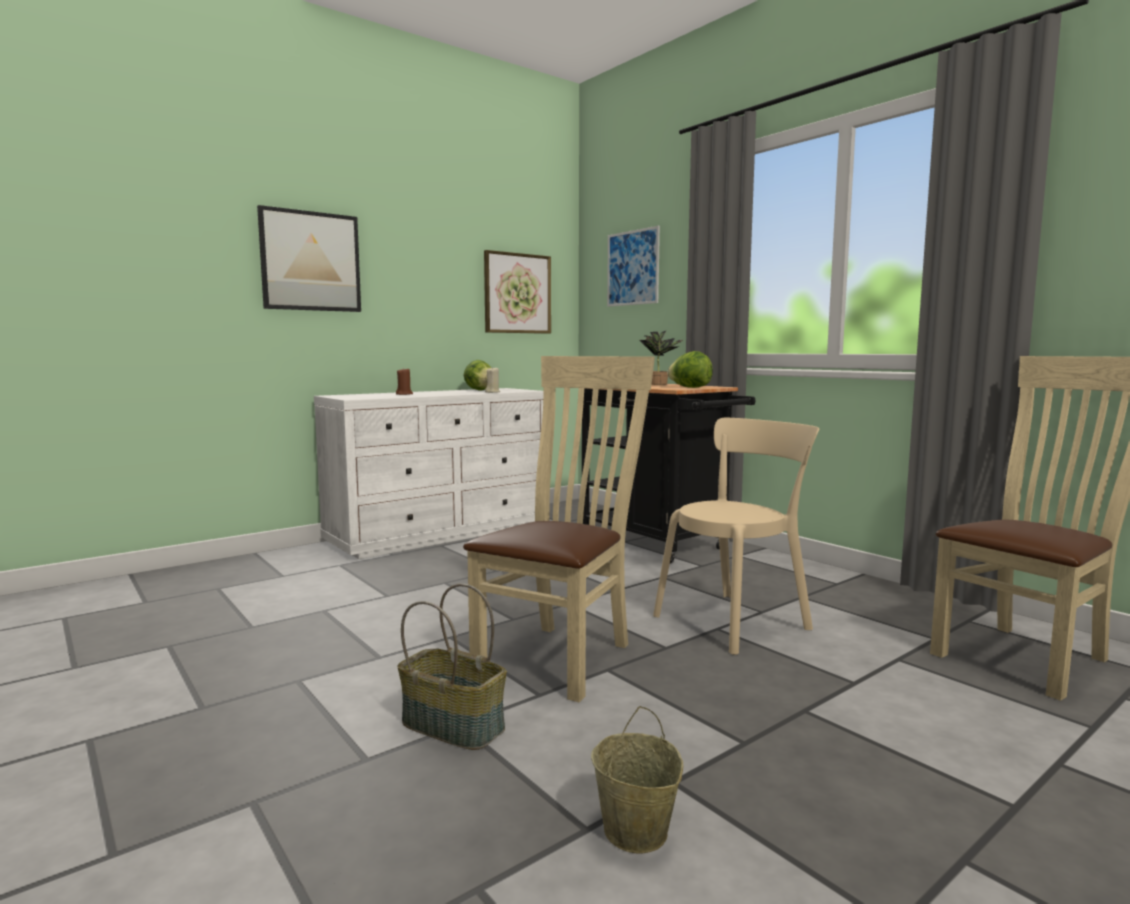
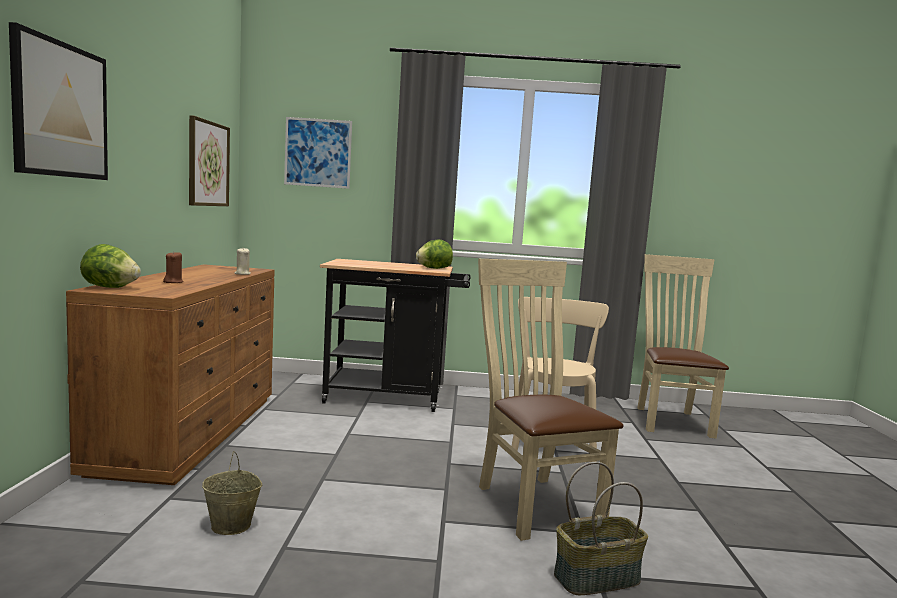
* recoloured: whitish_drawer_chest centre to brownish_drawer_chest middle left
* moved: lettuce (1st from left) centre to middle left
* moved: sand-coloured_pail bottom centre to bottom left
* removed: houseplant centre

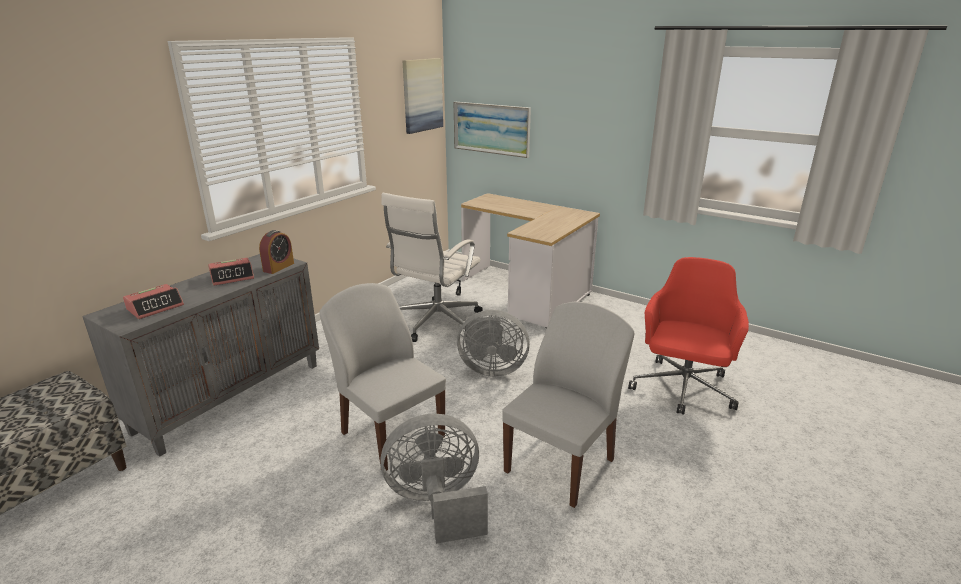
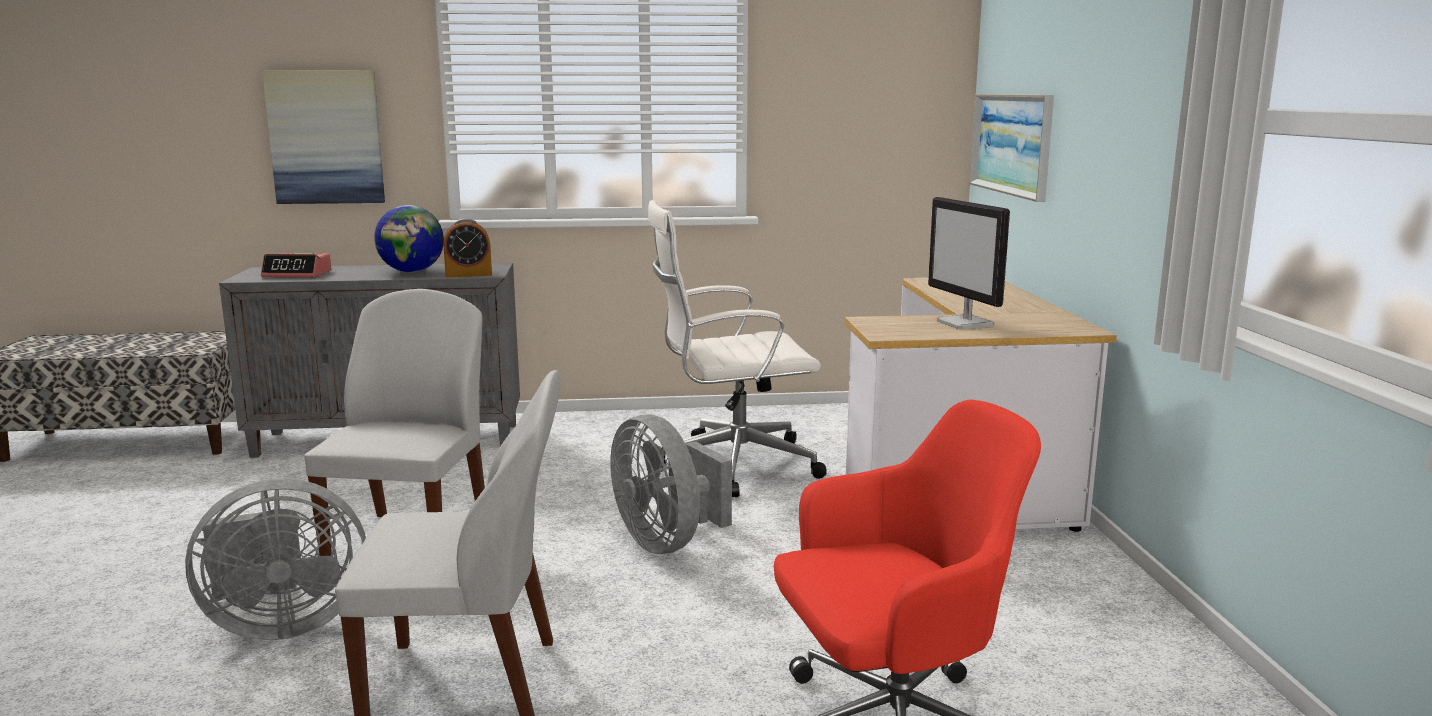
* replaced: bedside_clock (2nd from left) middle left to world_globe top left
* turned: greyish_electric_fan (1st from left) bottom centre = bottom left 120 degrees clockwise
* moved: wall_picture (1st from left) top centre to top left
* added: monitor middle right

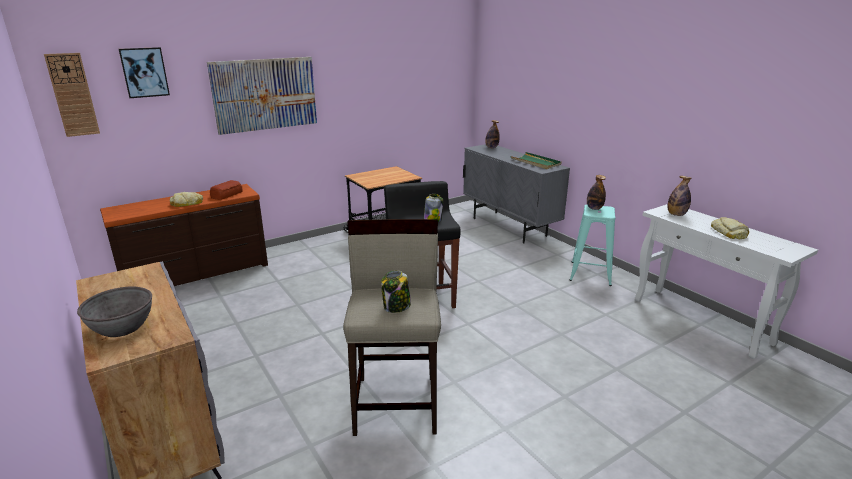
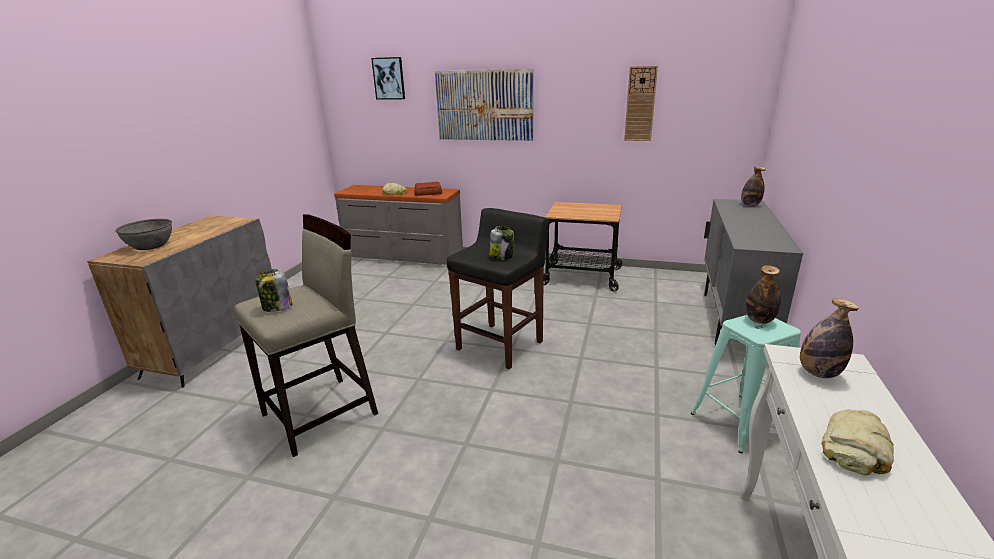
* moved: hanging_clock top left to top centre
* recoloured: brownish_drawer_chest middle left to greyish_drawer_chest centre
* removed: greenish_tray centre

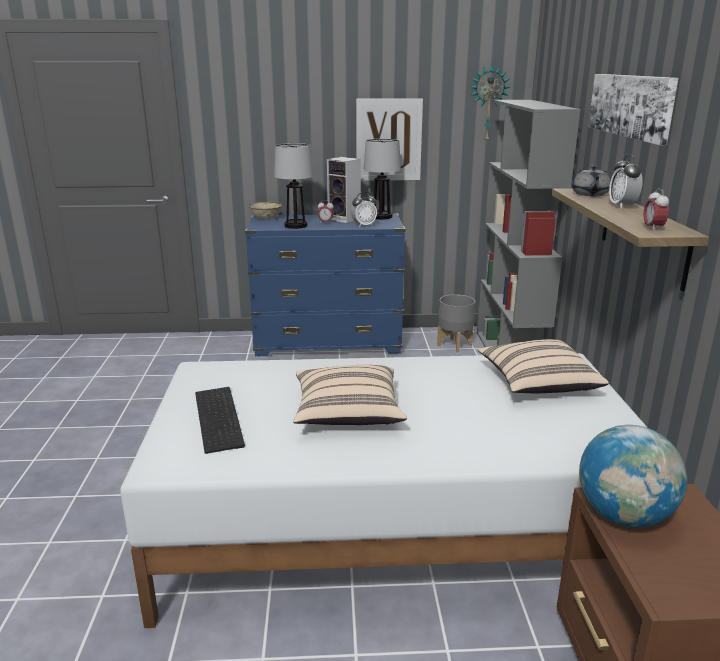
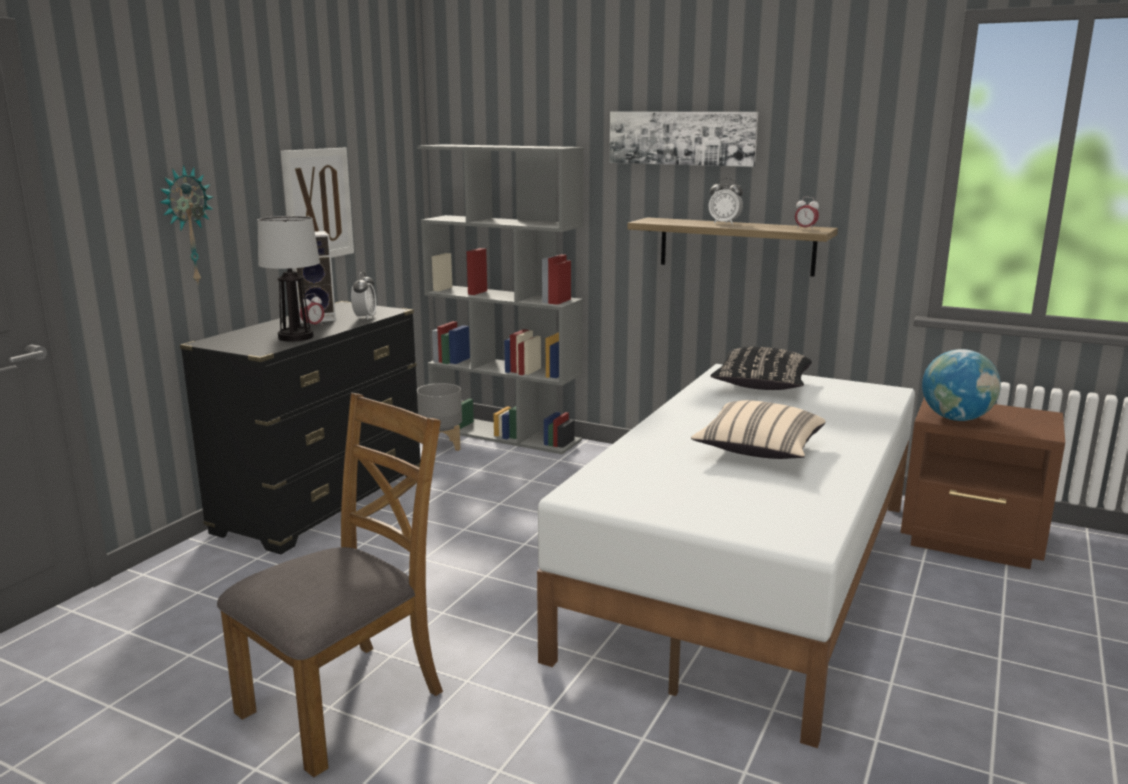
* removed: keyboard middle left
* recoloured: blue-coloured_drawer_chest centre to black_drawer_chest middle left
* removed: deep_dish top centre
* removed: lamp_for_a_table (2nd from left) top centre
* moved: hanging_clock top right to top left
* recoloured: sand-coloured_throw_pillow (2nd from left) middle right to black_throw_pillow middle right
* removed: greyish_pot_for_tea top right
* added: brownish_chair bottom left

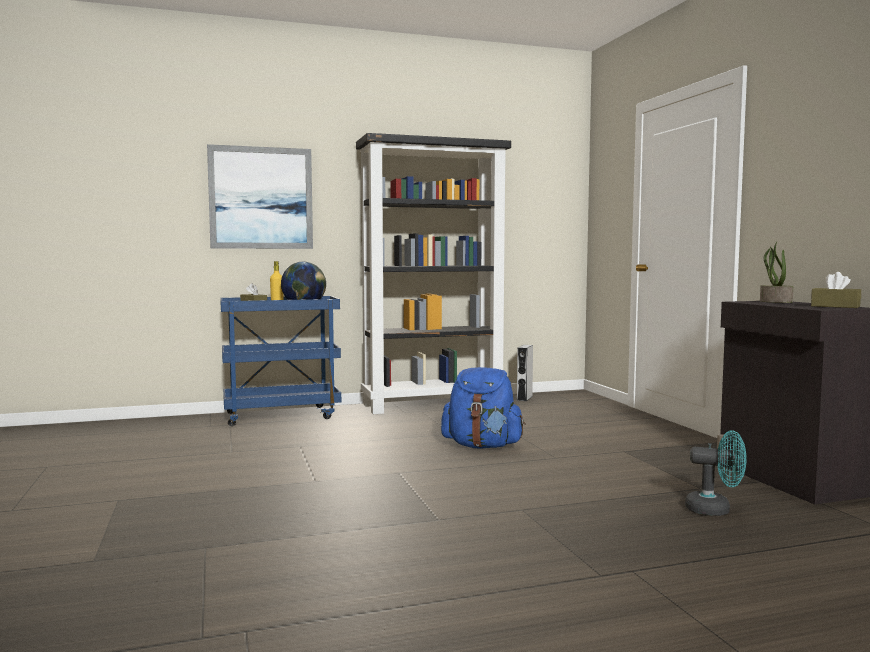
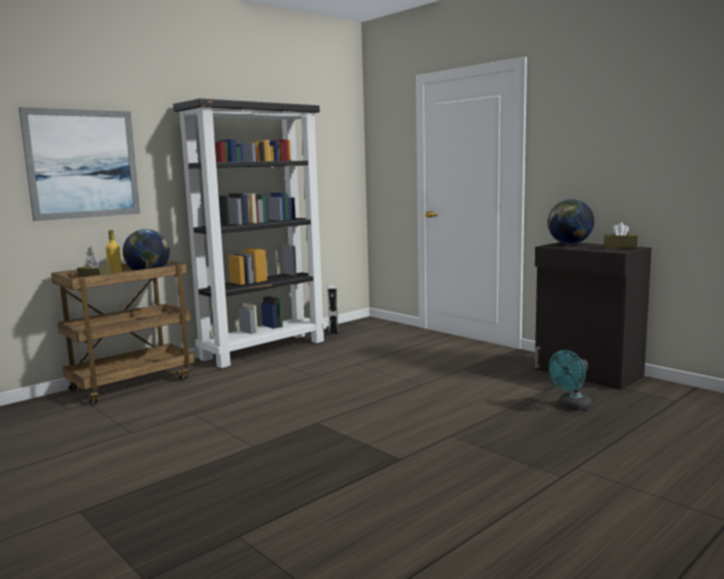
* recoloured: blue-coloured_trolley middle left to brownish_trolley middle left
* removed: blue-coloured_knapsack centre
* turned: blue-green_electric_fan bottom right = middle right 150 degrees clockwise
* replaced: houseplant middle right to world_globe (2nd from left) middle right

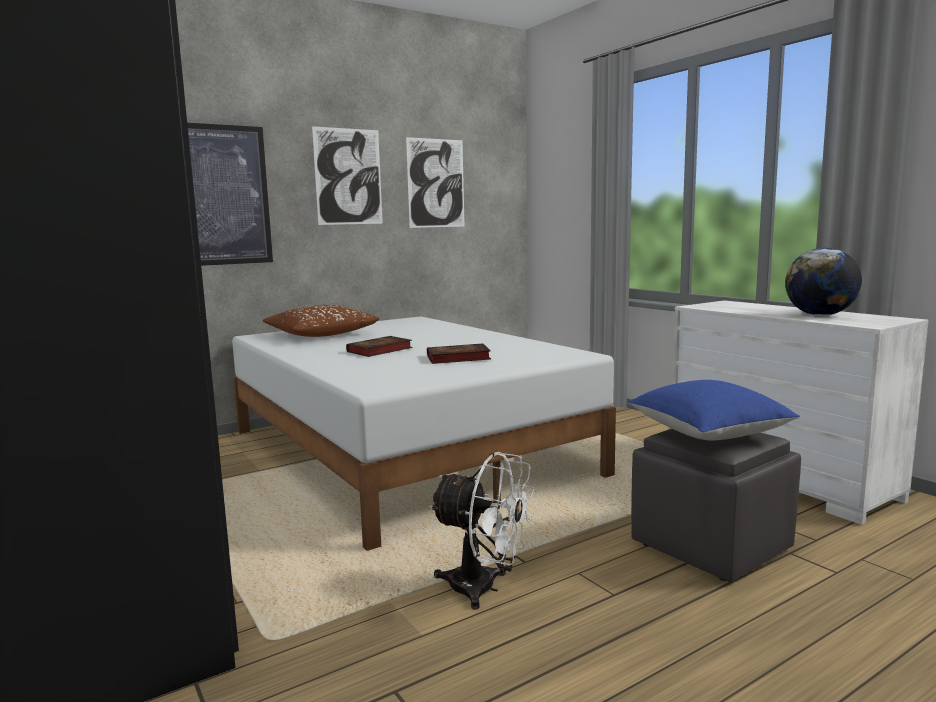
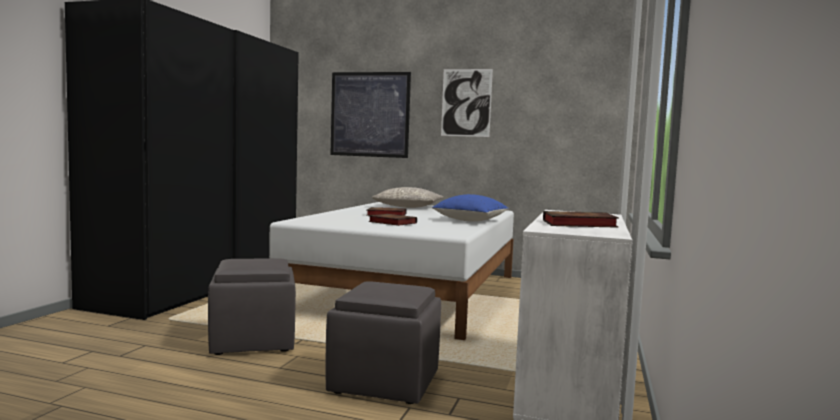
* recoloured: brownish_throw_pillow centre to greyish_throw_pillow centre
* removed: wall_picture (3rd from left) top centre
* replaced: whitish_electric_fan bottom centre to greyish_ottoman (1st from left) bottom left
* moved: blue-coloured_throw_pillow middle right to centre
* replaced: world_globe middle right to volume (3rd from left) middle right

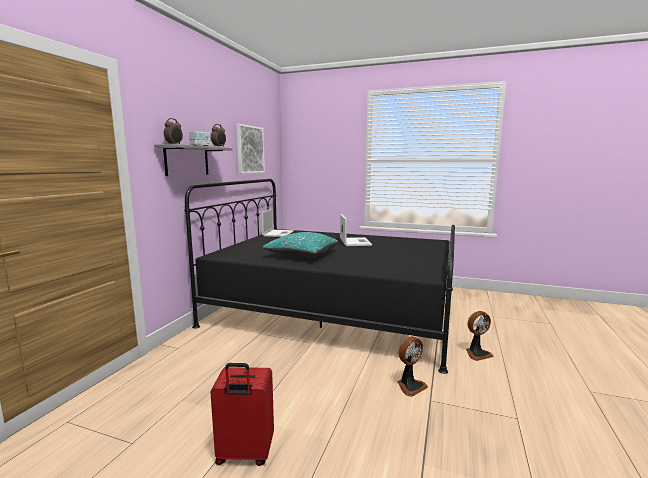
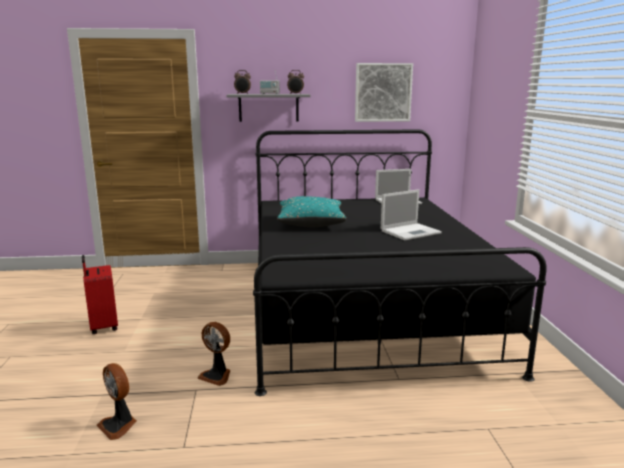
* moved: electric_fan (2nd from left in the first image) bottom right to electric_fan (1st from left) bottom left

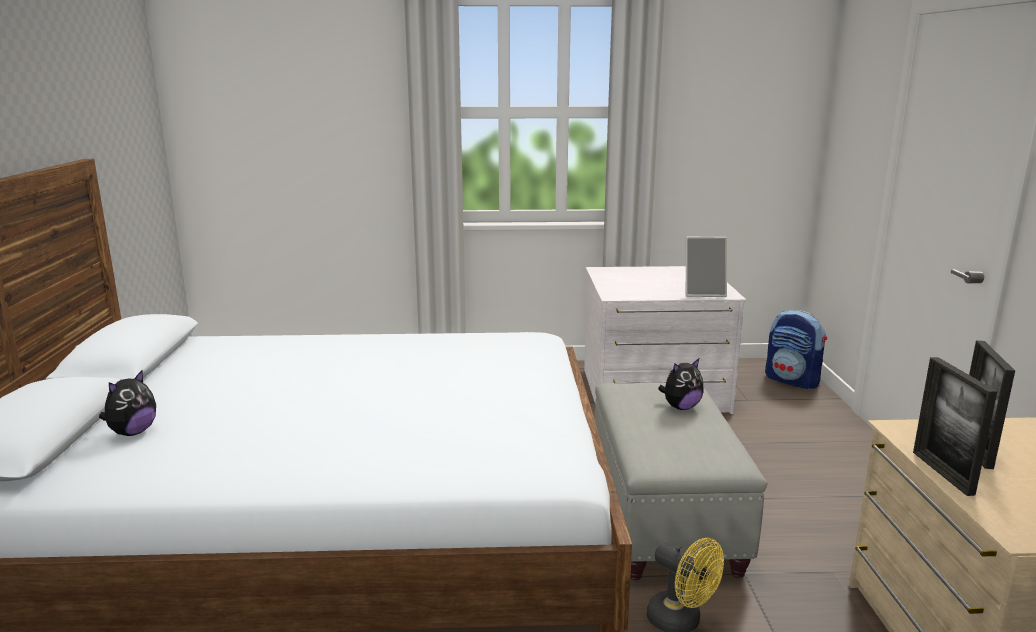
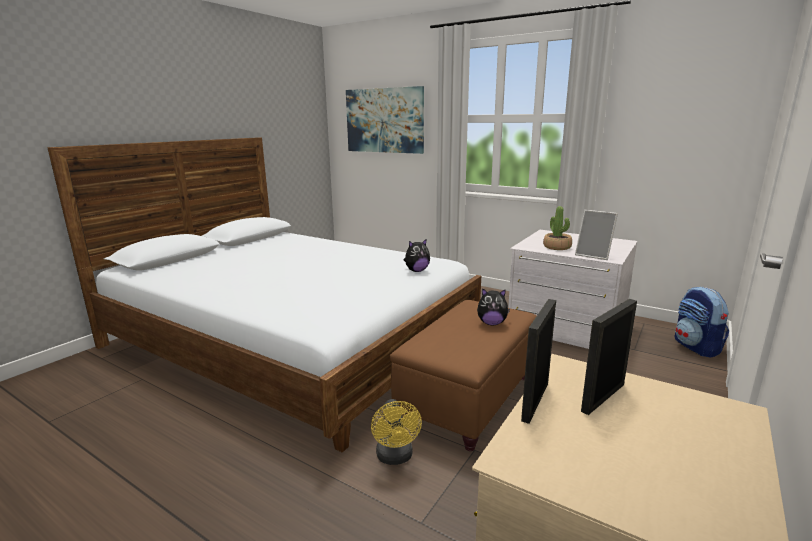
* moved: soft_toy (1st from left) middle left to centre
* recoloured: greyish_ottoman bottom centre to brownish_ottoman bottom centre
* added: wall_picture top centre
* added: houseplant middle right

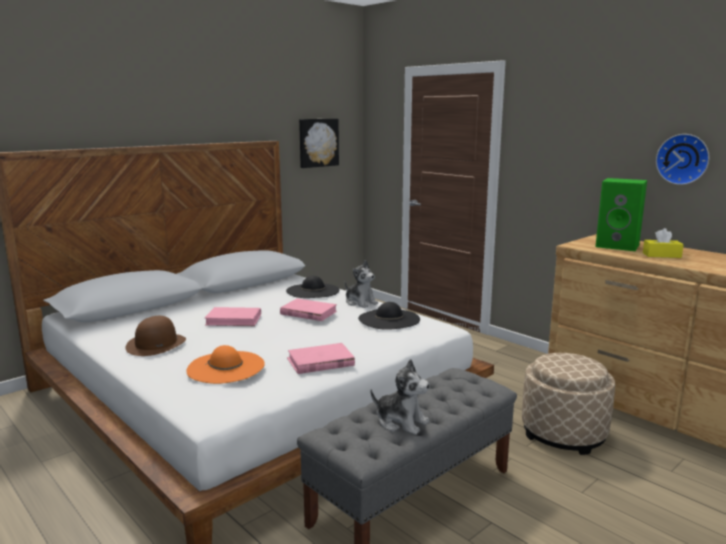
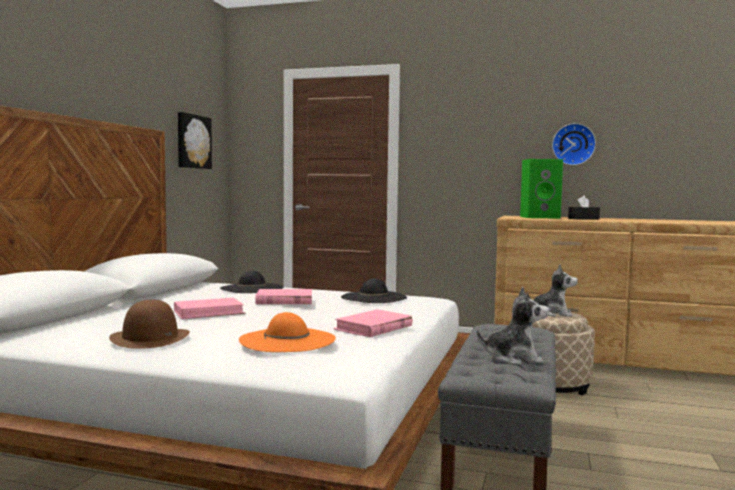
* moved: soft_toy (1st from left in the first image) centre to soft_toy (2nd from left) middle right
* recoloured: yellow_box_of_tissues middle right to black_box_of_tissues middle right

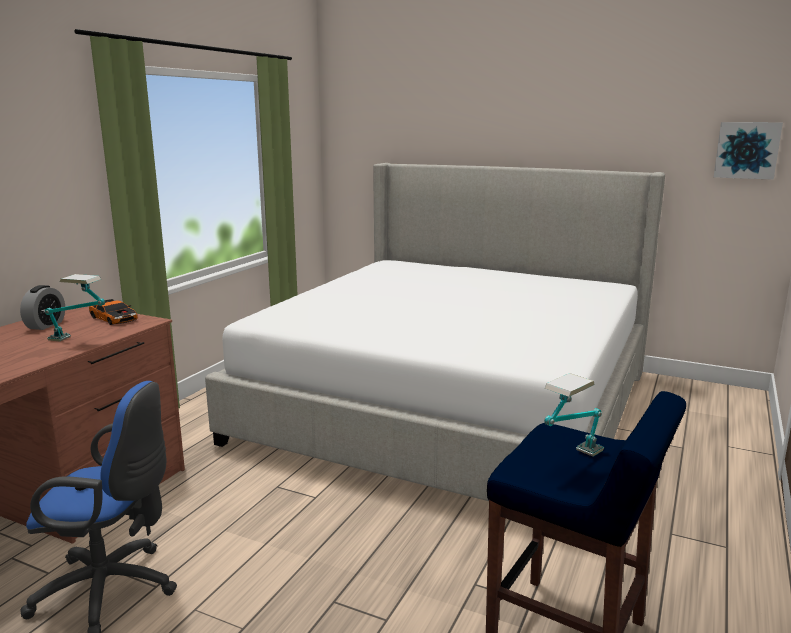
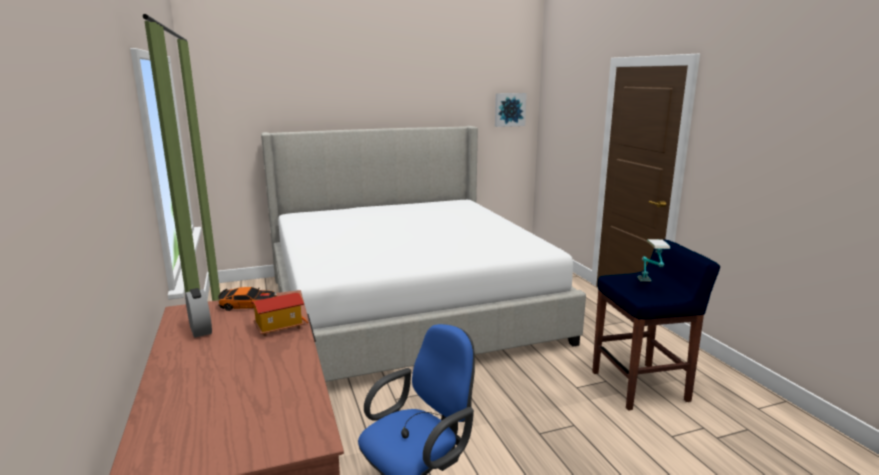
* replaced: lamp_for_a_table (1st from left) middle left to miniature_house middle left

